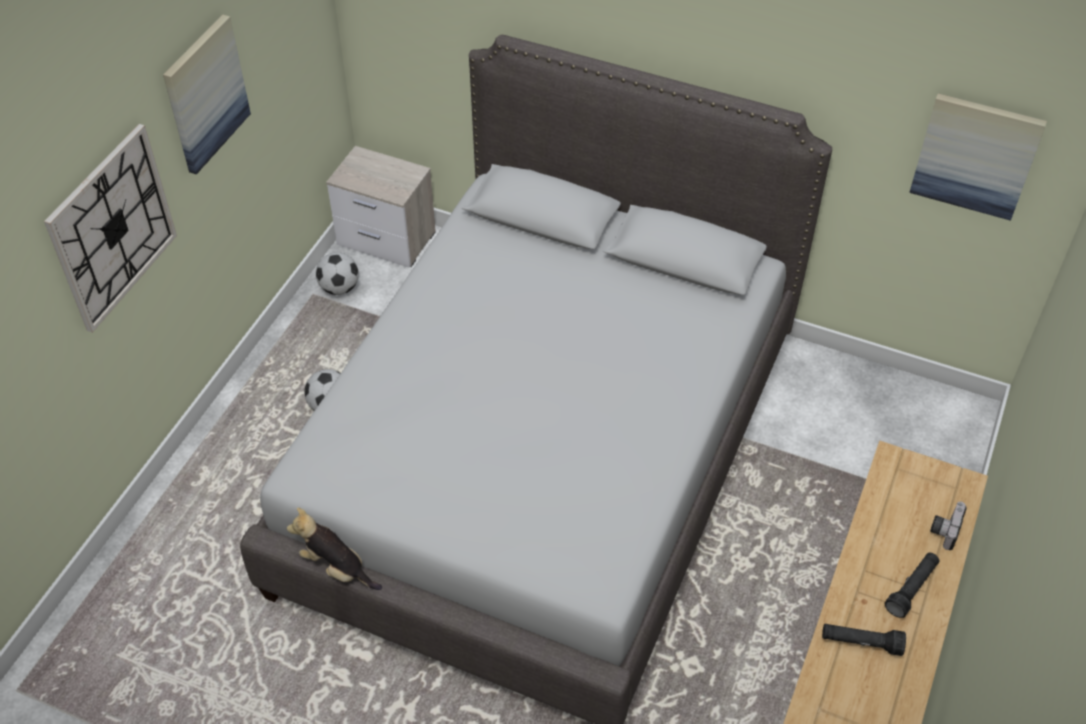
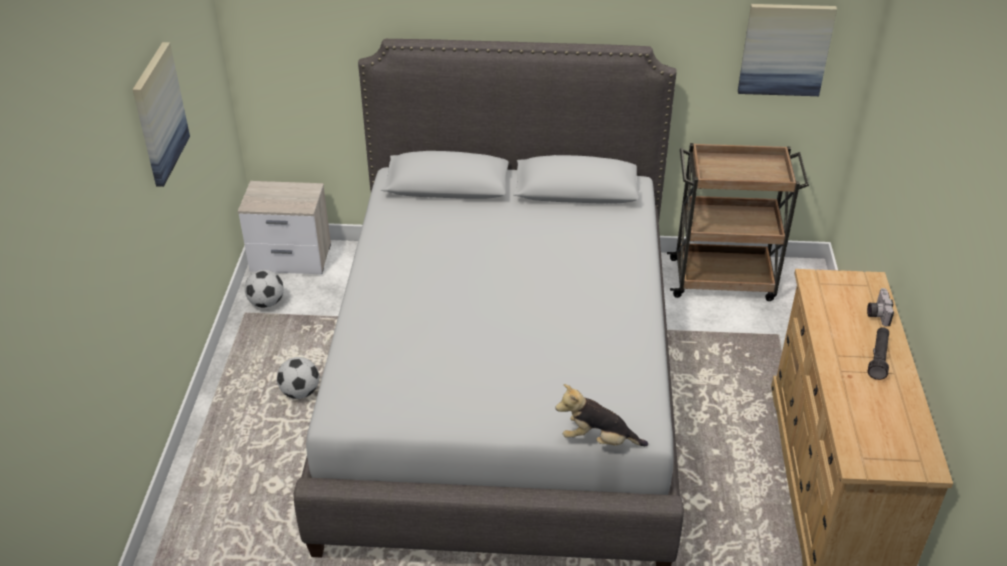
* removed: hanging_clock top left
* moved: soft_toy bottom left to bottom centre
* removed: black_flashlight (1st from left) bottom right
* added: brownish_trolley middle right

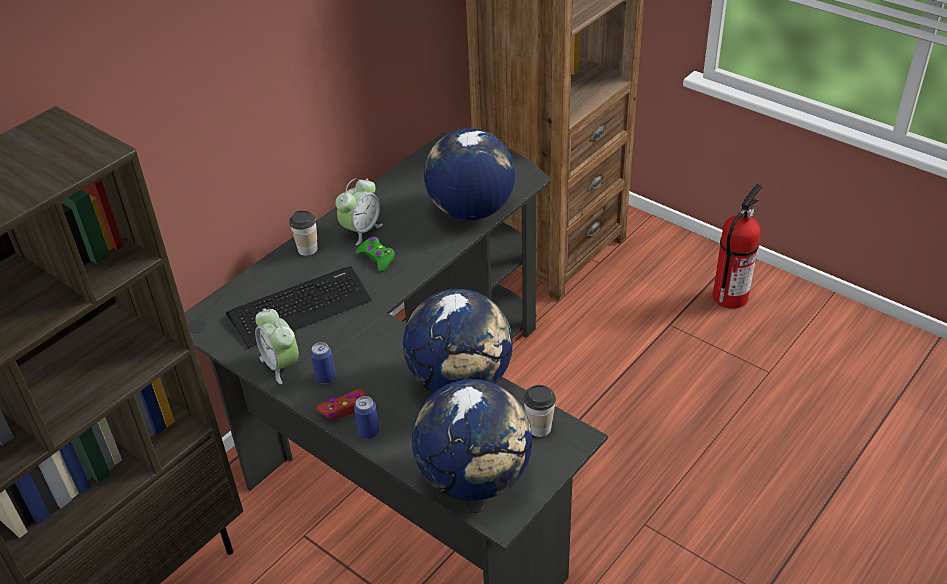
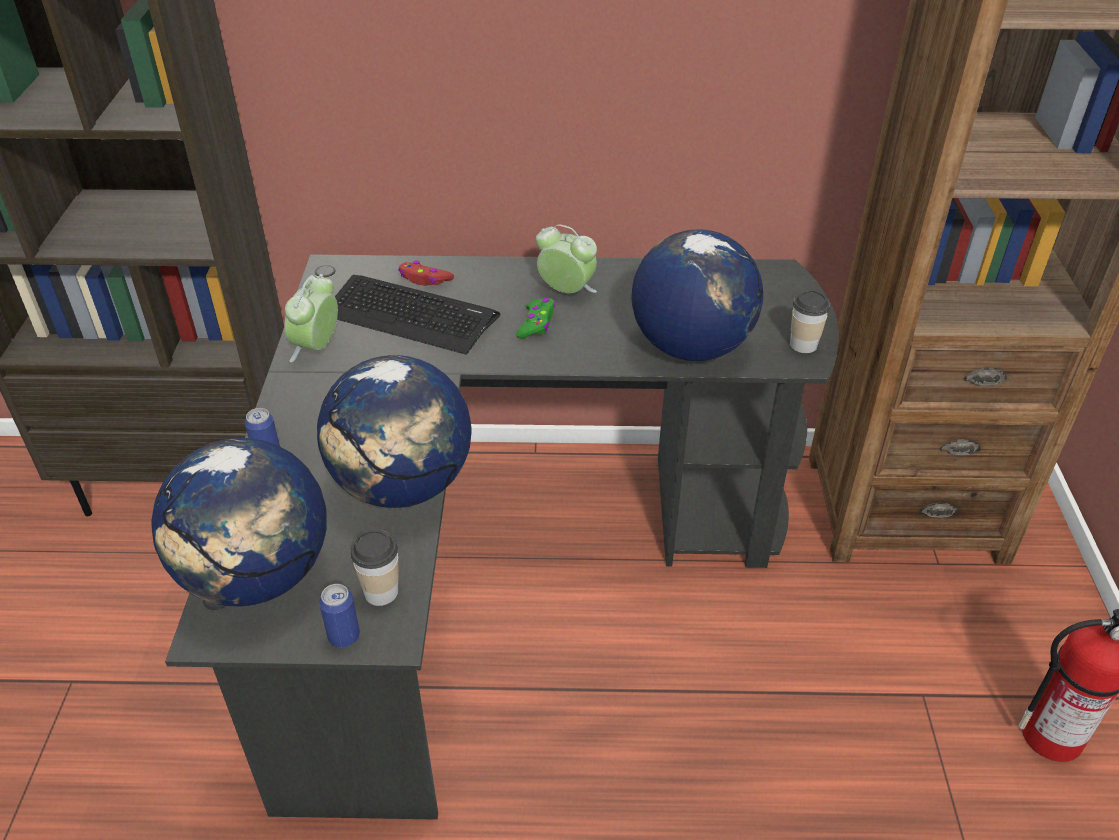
* moved: drinking_cup (1st from left in the first image) middle left to drinking_cup (2nd from left) middle right
* moved: metal_can (1st from left in the first image) centre to metal_can (2nd from left) bottom left
* moved: red-coloured_joypad bottom centre to top centre
* turned: bedside_clock (2nd from left) centre = top centre 150 degrees counterclockwise

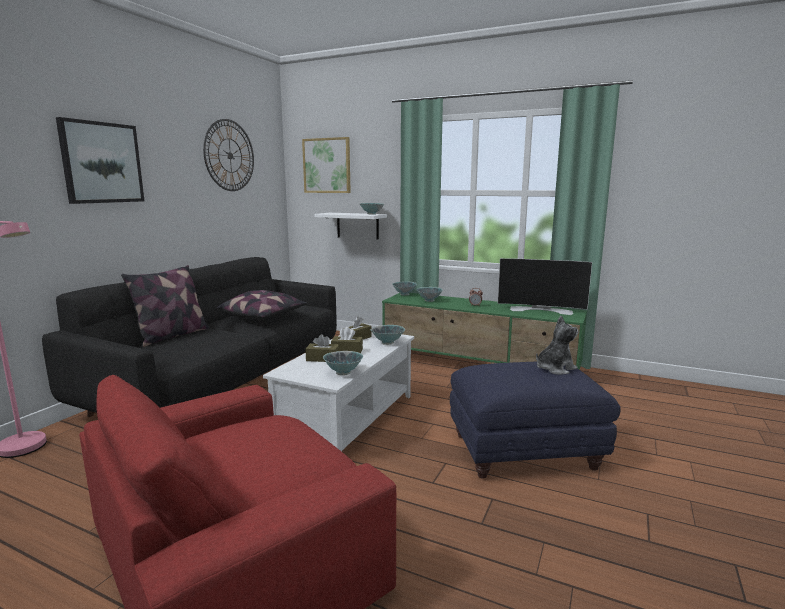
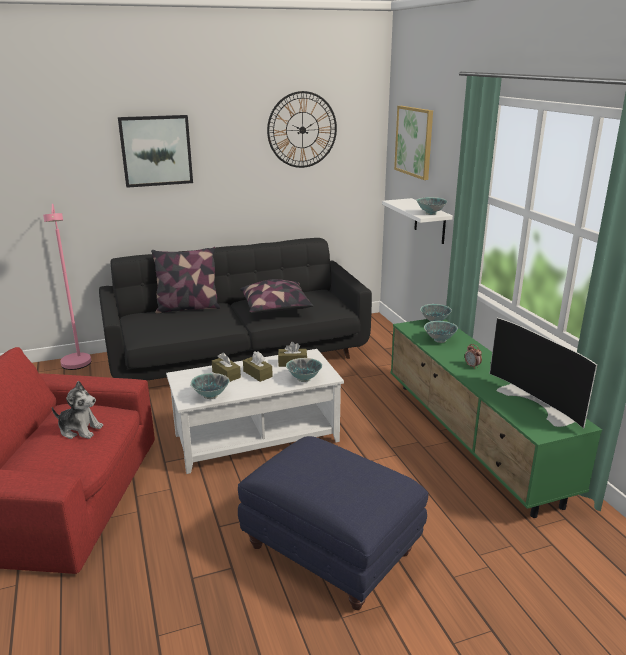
* moved: soft_toy middle right to middle left

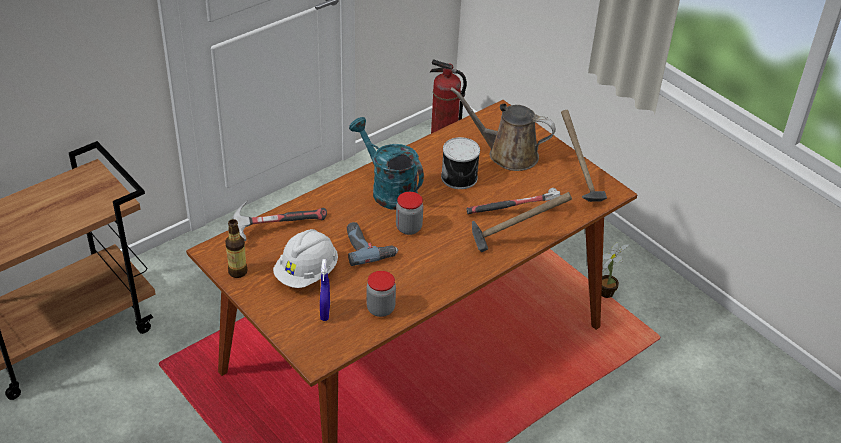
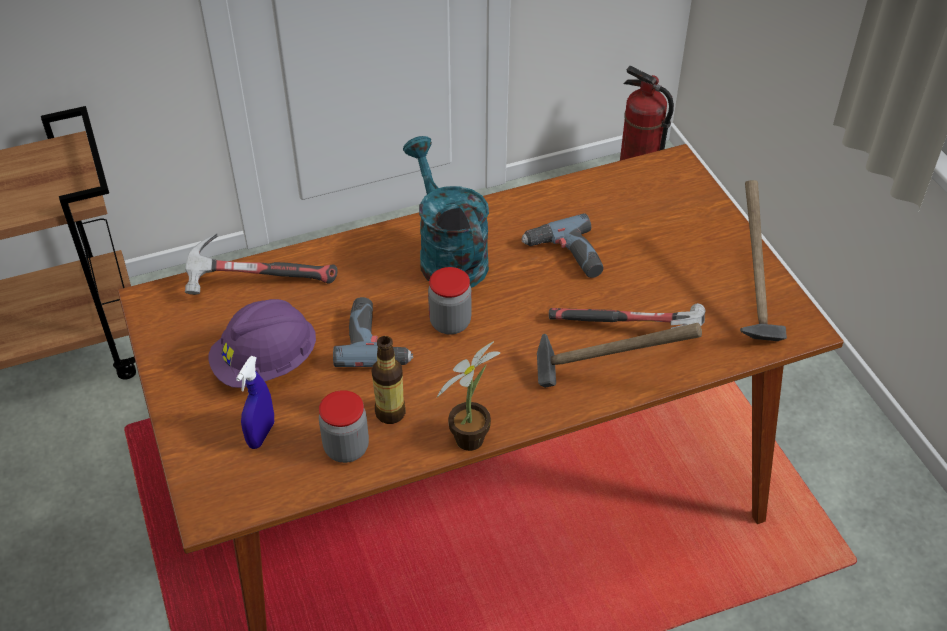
* moved: drink_bottle middle left to centre
* recoloured: whitish_hard_hat centre to purplish_hard_hat middle left
* replaced: metal_can centre to electric_drill (2nd from left) centre
* removed: brownish_watering_can top centre
* moved: houseplant middle right to centre

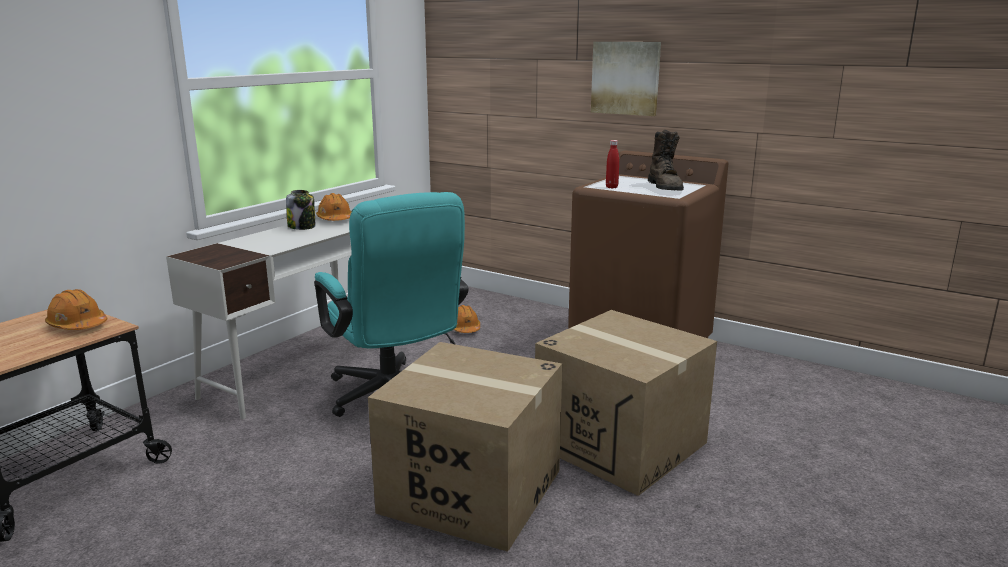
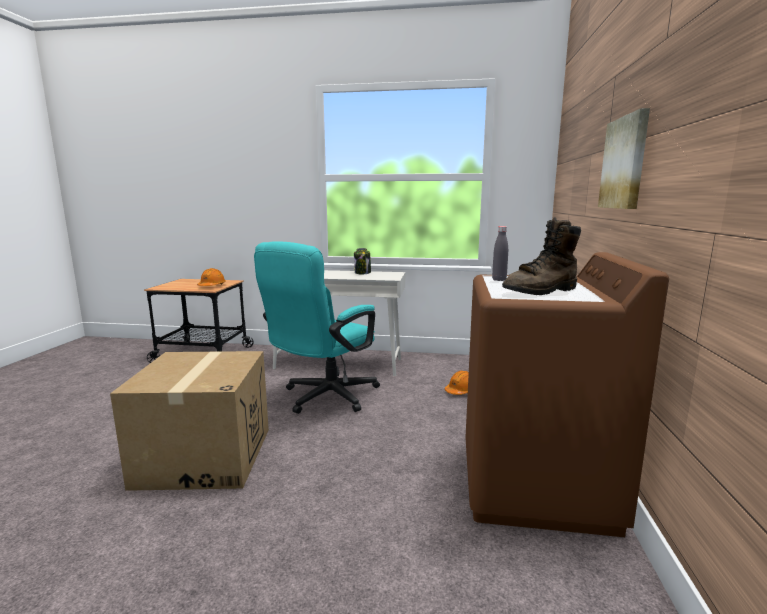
* removed: orange_hard_hat (2nd from left) middle left
* removed: carton (2nd from left) bottom centre
* recoloured: red-coloured_drink_bottle top centre to greyish_drink_bottle centre

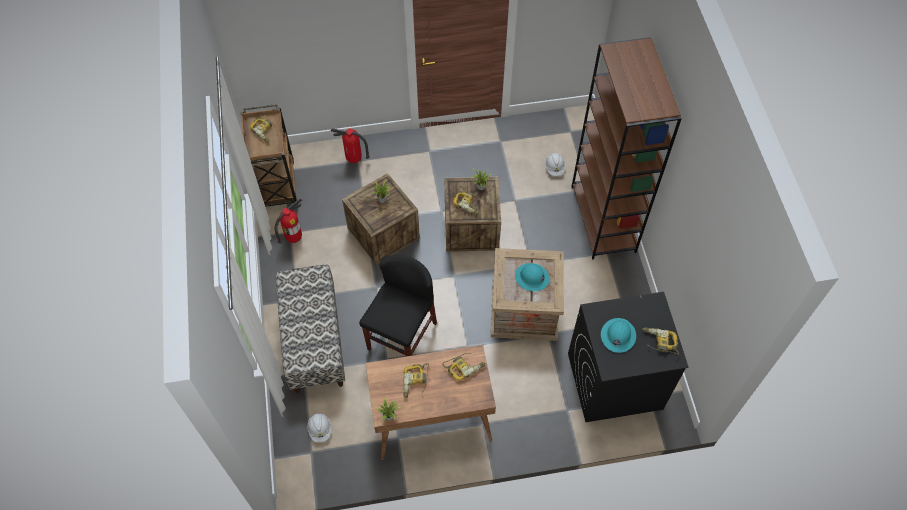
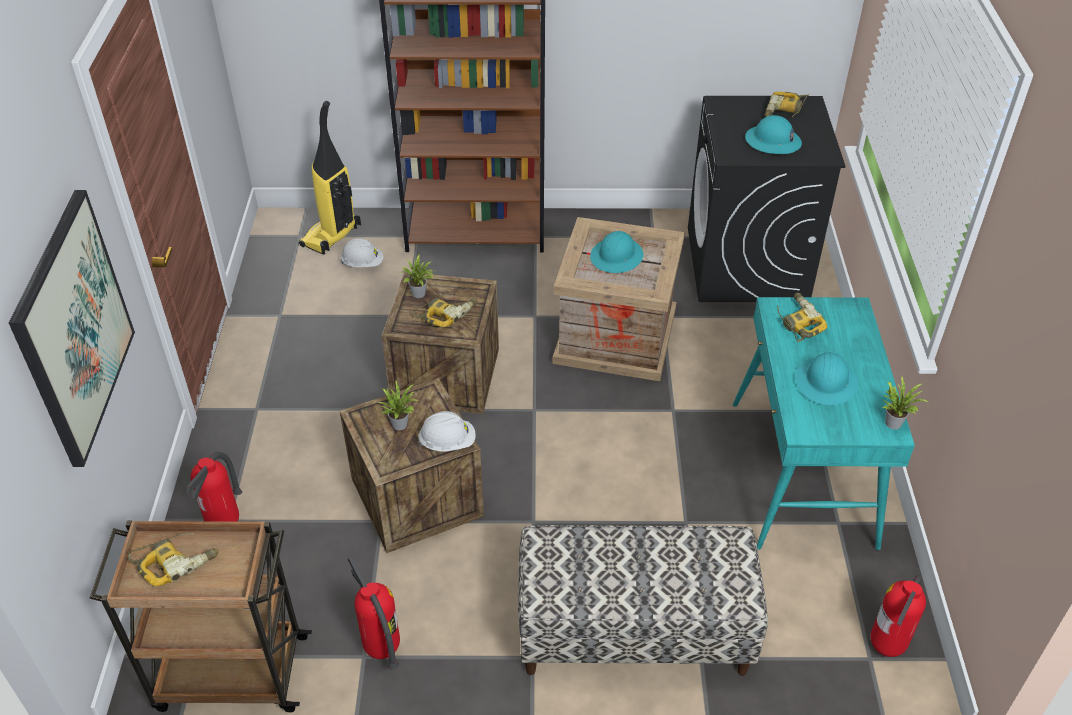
* moved: whitish_hard_hat (1st from left in the first image) bottom centre to whitish_hard_hat (2nd from left) centre
* removed: black_chair centre
* recoloured: brownish_desk_table bottom centre to blue-green_desk_table middle right
* replaced: electric_drill (2nd from left) bottom centre to blue-green_hard_hat (3rd from left) middle right
* added: wall_picture middle left
* added: hoover top left
* added: fire-fighting_cylinder (3rd from left) bottom right

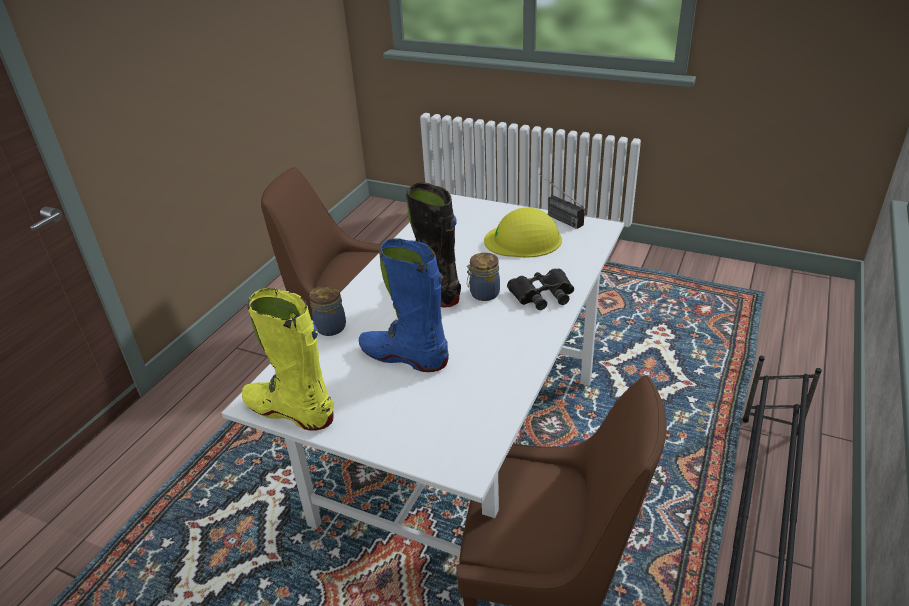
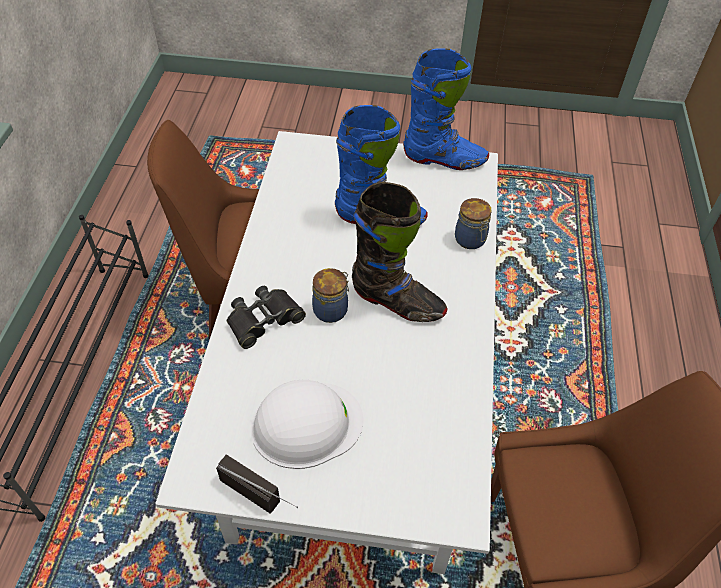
* recoloured: yellow_boot middle left to blue-coloured_boot (2nd from left) top centre
* recoloured: yellow_hard_hat centre to whitish_hard_hat bottom centre

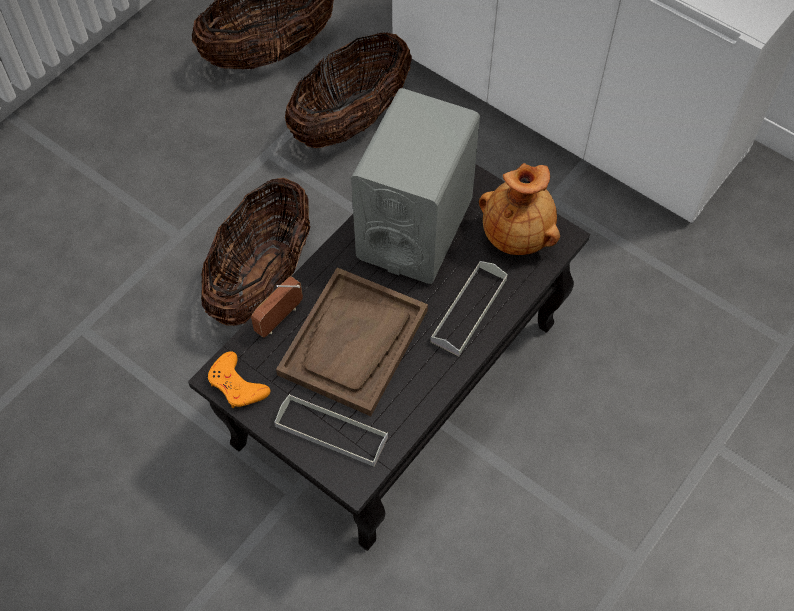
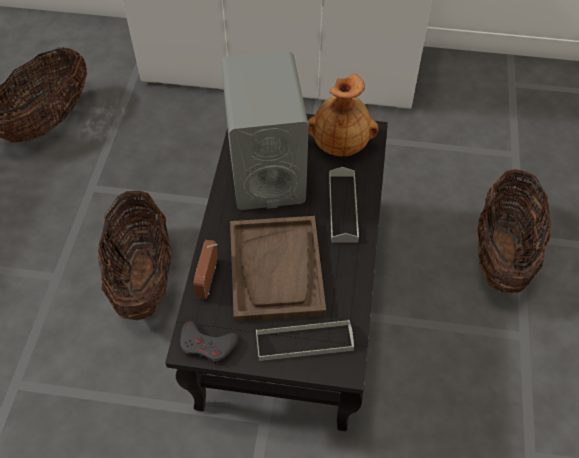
* recoloured: orange_joypad middle left to greyish_joypad bottom centre
* moved: storage_basket (3rd from left) top centre to middle right

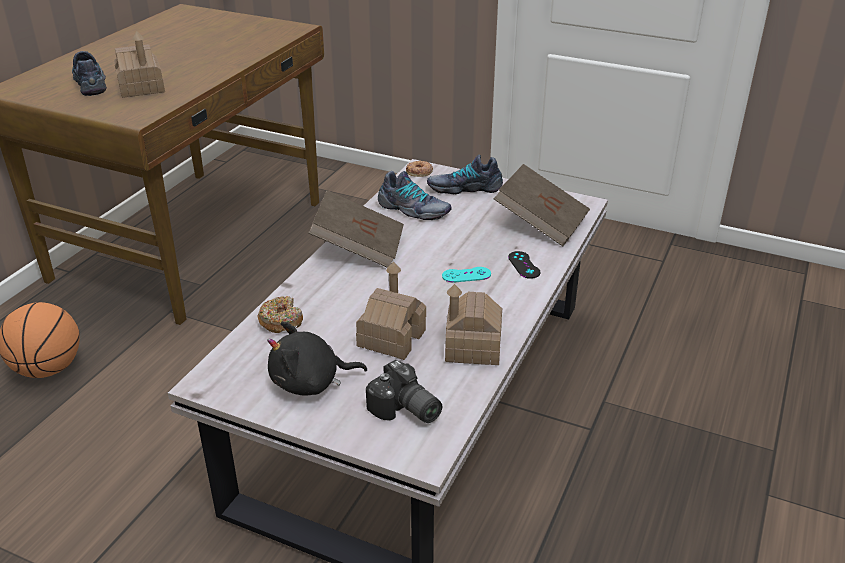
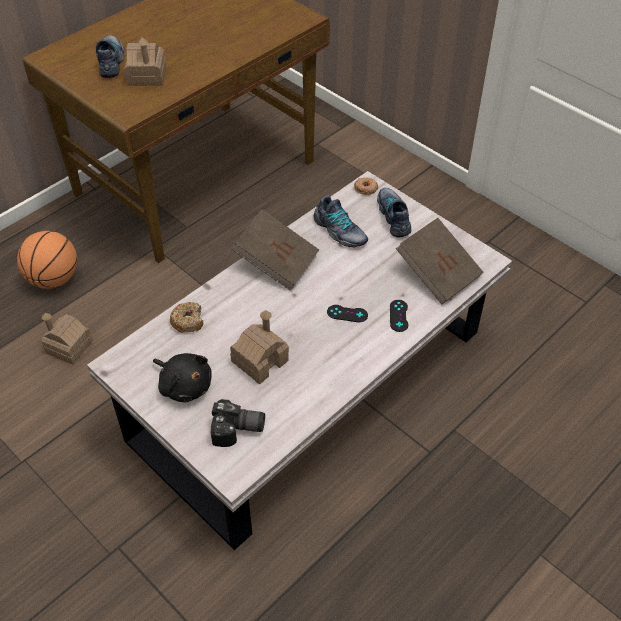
* turned: black_soft_toy centre = middle left 150 degrees counterclockwise
* turned: still_camera bottom centre = bottom centre 60 degrees counterclockwise
* turned: shoe (3rd from left) top centre = centre 60 degrees clockwise
* recoloured: blue-green_joypad centre to black_joypad (1st from left) centre
* moved: miniature_house (3rd from left in the first image) centre to miniature_house (1st from left) middle left

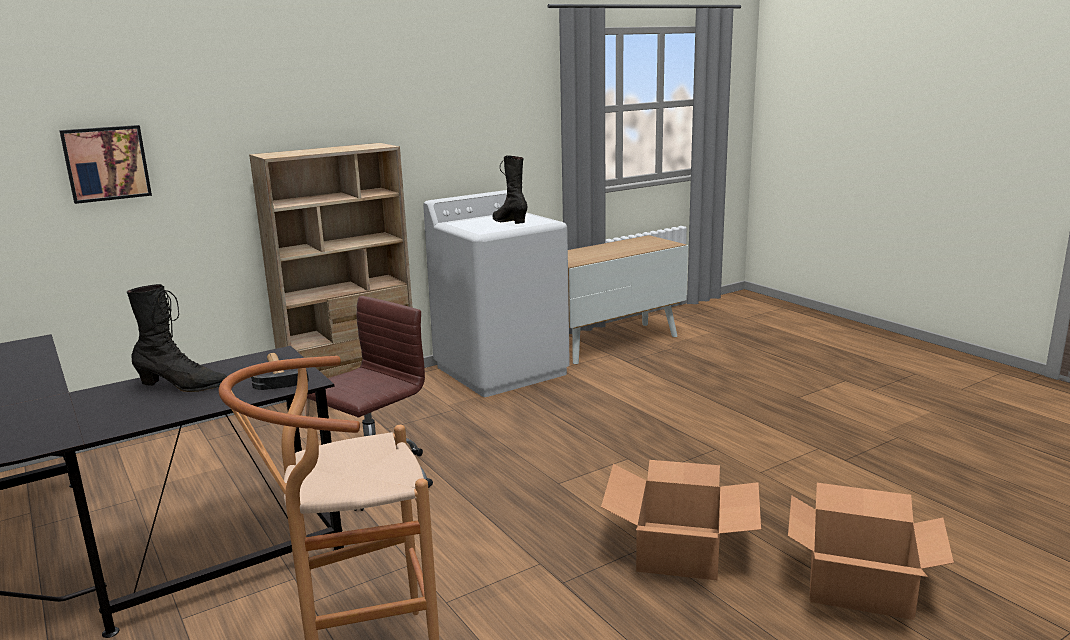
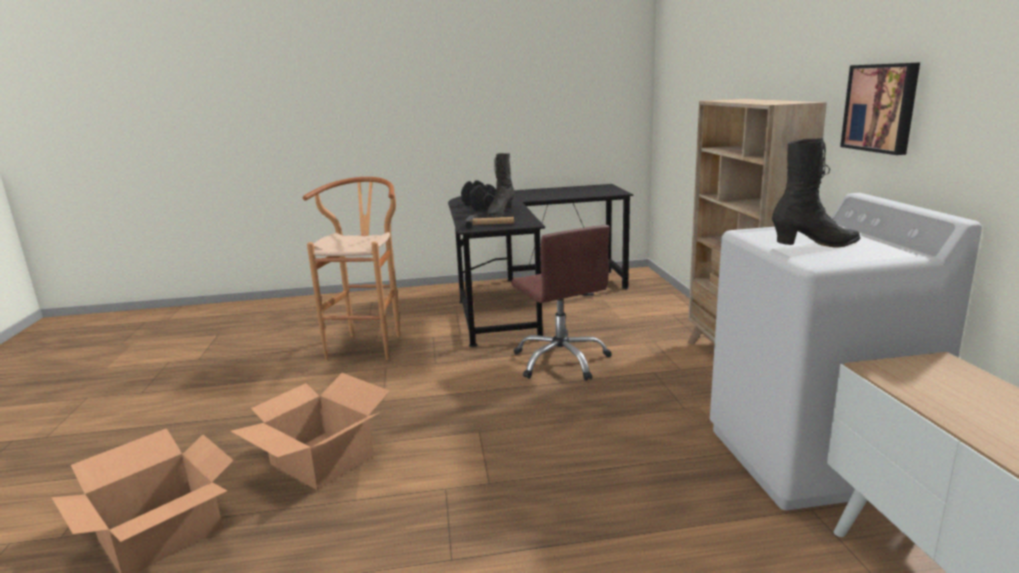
* moved: wall_picture top left to top right
* added: black_hand_weight centre

